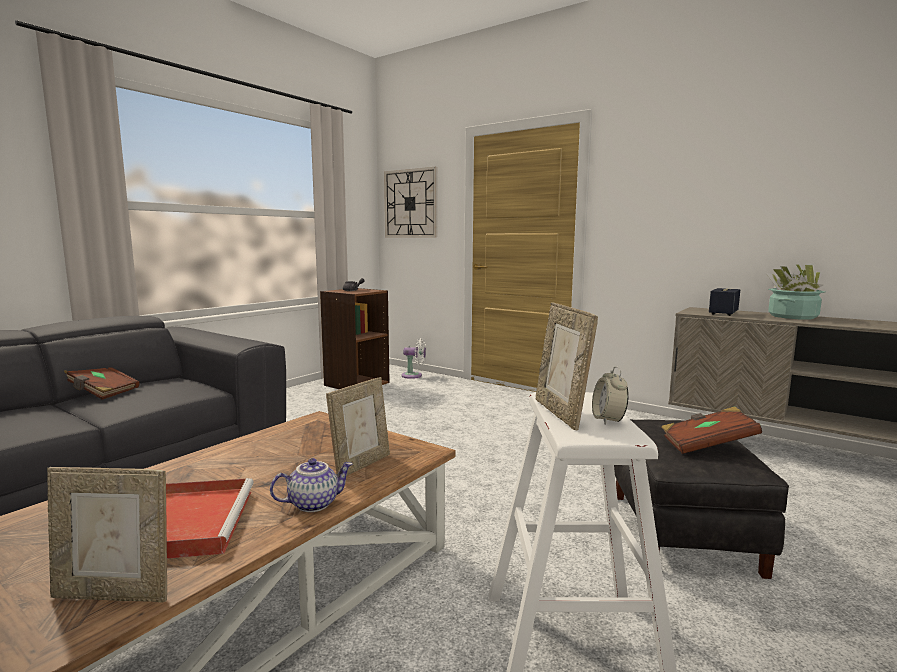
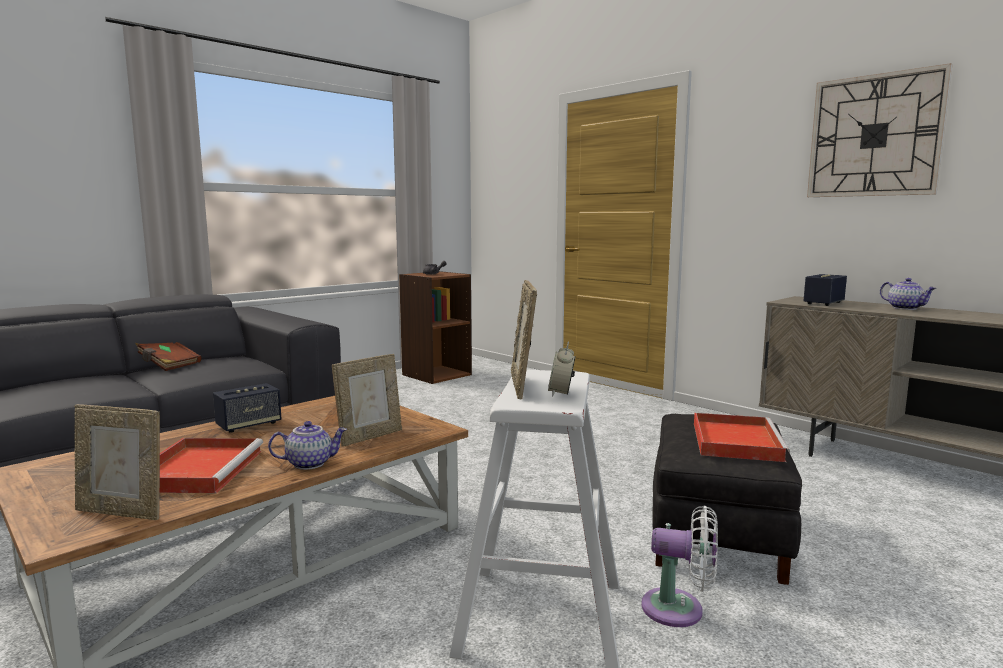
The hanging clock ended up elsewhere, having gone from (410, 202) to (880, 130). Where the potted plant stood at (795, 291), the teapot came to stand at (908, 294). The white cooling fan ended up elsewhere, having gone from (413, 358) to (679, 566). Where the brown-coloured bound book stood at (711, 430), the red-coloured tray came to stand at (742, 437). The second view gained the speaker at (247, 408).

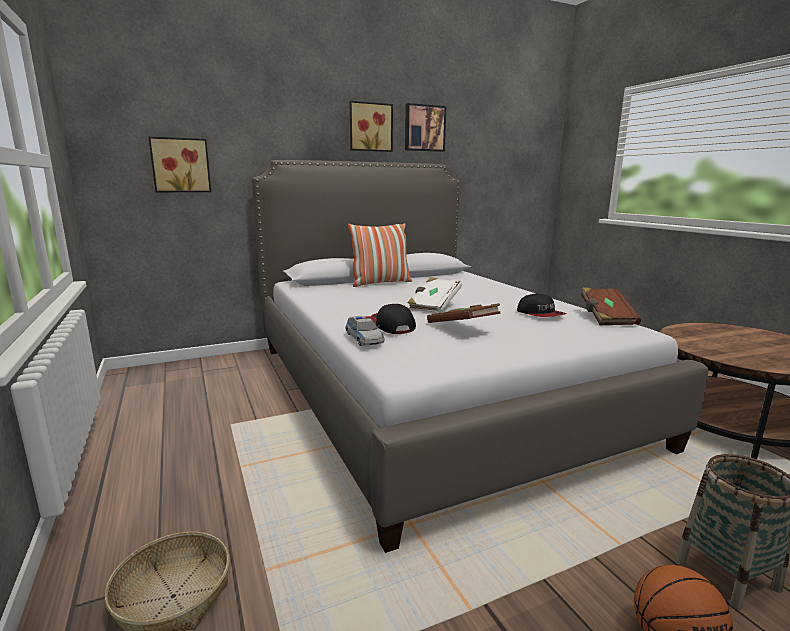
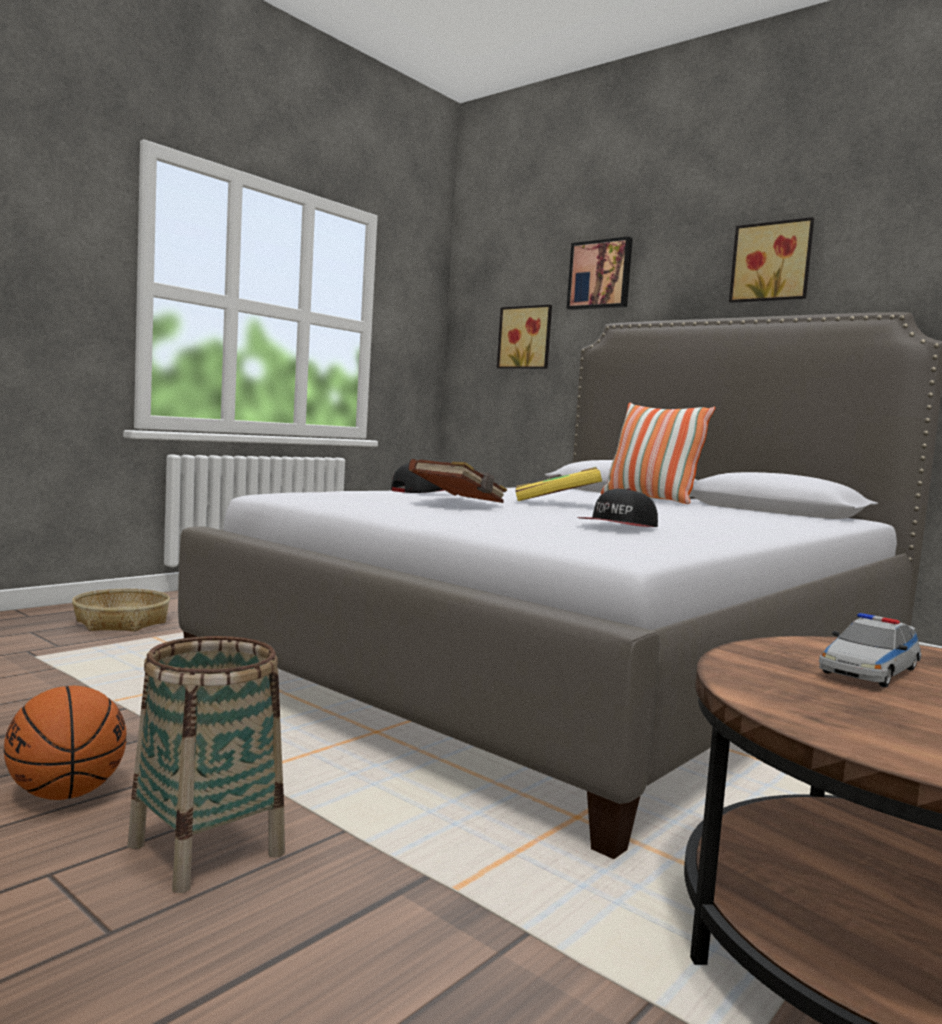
The picture ended up elsewhere, having gone from (425, 127) to (600, 273). What was the white bound book at (434, 295) turned into the yellowish bound book at (558, 484). The second view lost the brown-coloured bound book at (611, 306). The toy car ended up elsewhere, having gone from (365, 331) to (870, 650).

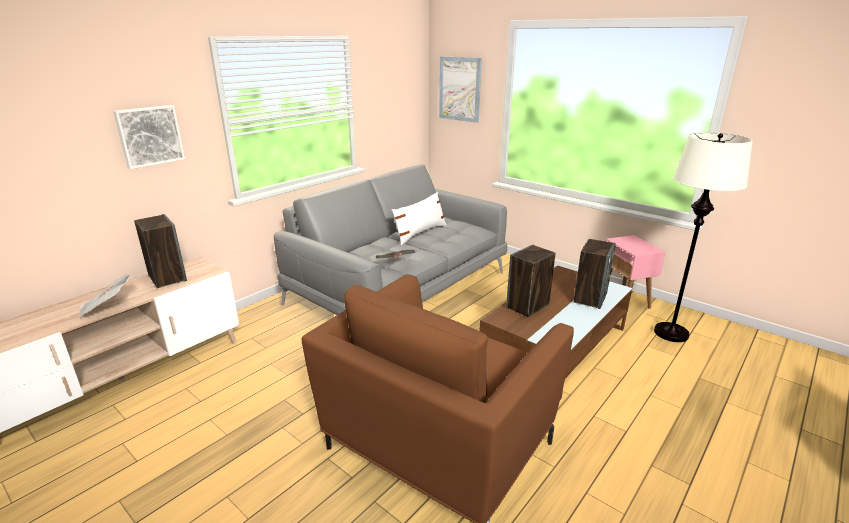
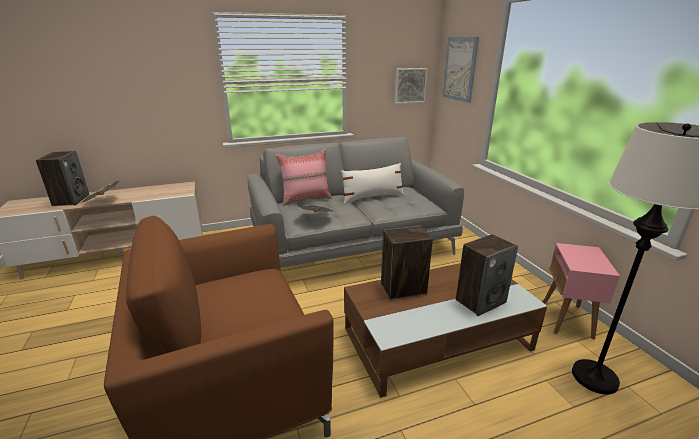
The picture ended up elsewhere, having gone from (149, 137) to (411, 86). The speaker ended up elsewhere, having gone from (160, 251) to (62, 178). The second view gained the pinkish throw pillow at (304, 177).

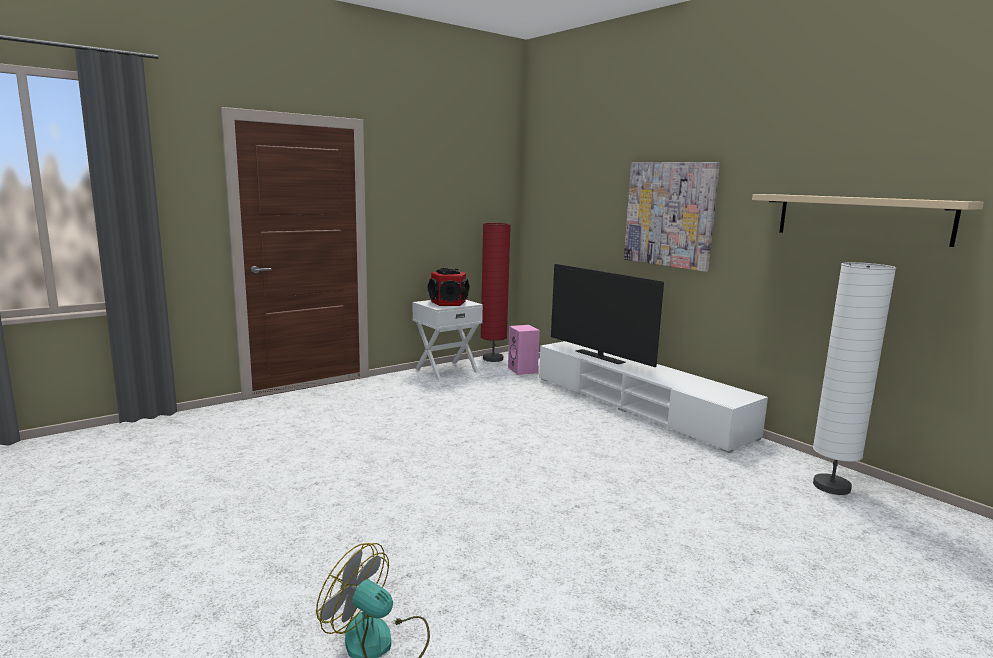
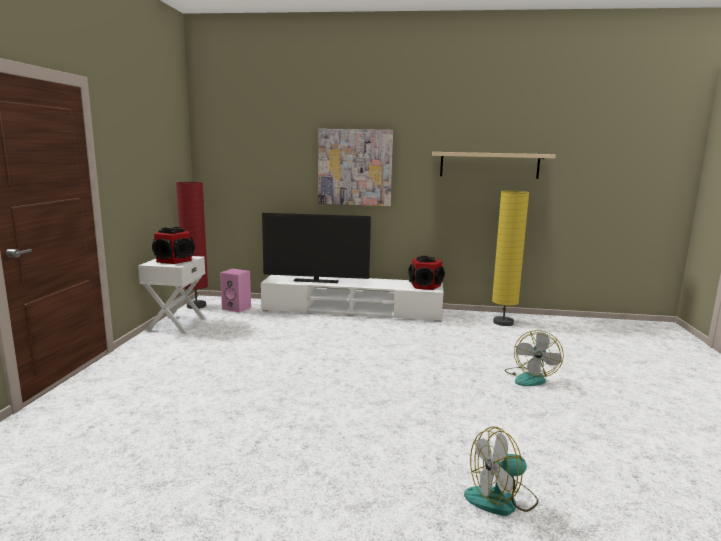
What was the white standing lamp at (854, 378) turned into the yellowish standing lamp at (510, 258). The second view gained the speaker at (426, 273). The second view gained the cooling fan at (534, 358).

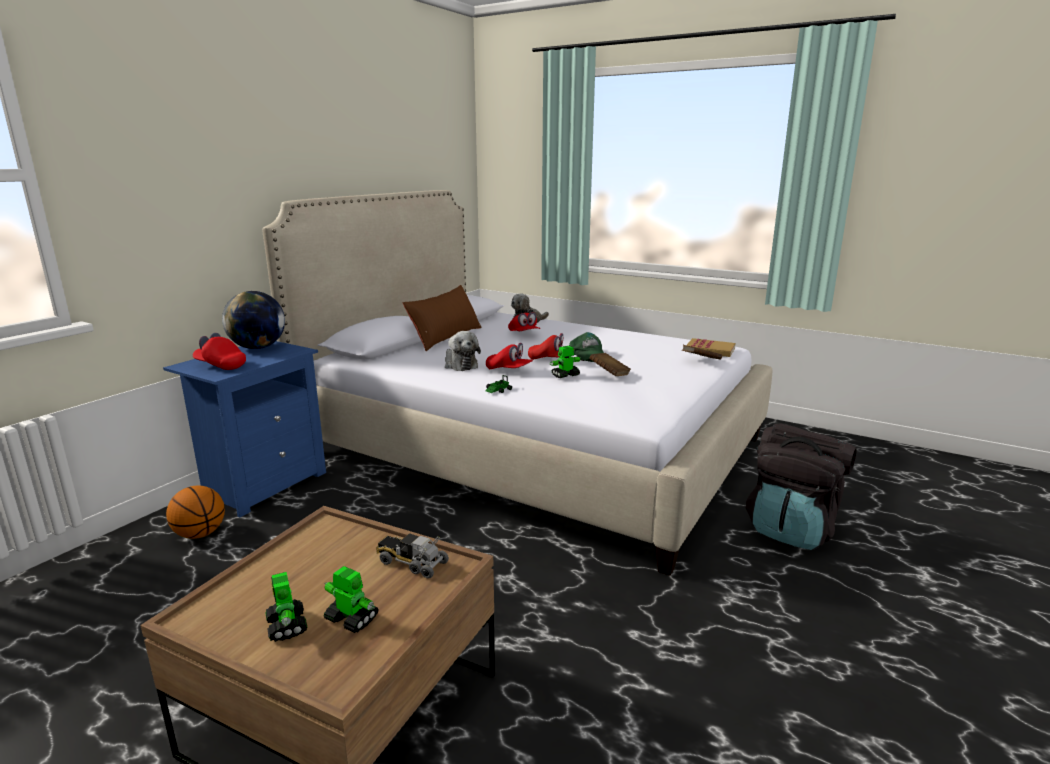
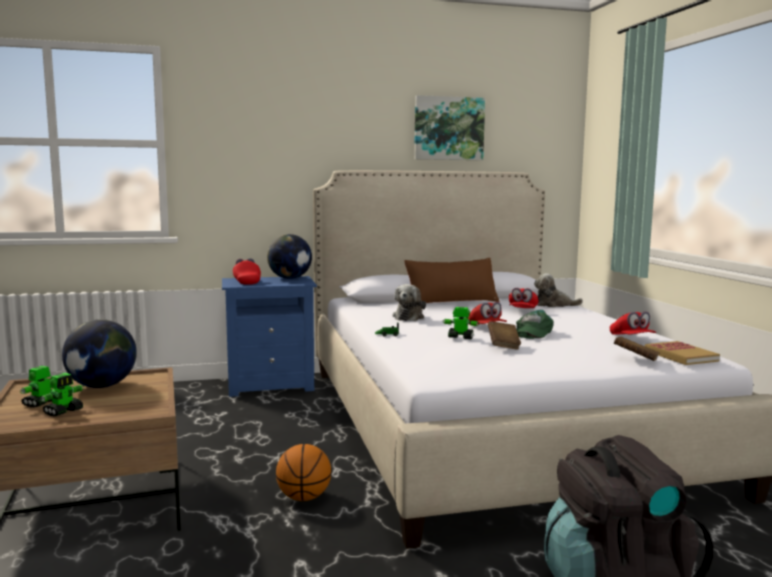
The red-coloured baseball cap ended up elsewhere, having gone from (509, 356) to (633, 323). The basketball ball ended up elsewhere, having gone from (195, 512) to (303, 472). The second view lost the toy truck at (412, 556). The model robot at (351, 599) ended up facing another way, 45 degrees clockwise from before. The second view gained the picture at (449, 127). The second view gained the desk globe at (99, 353).

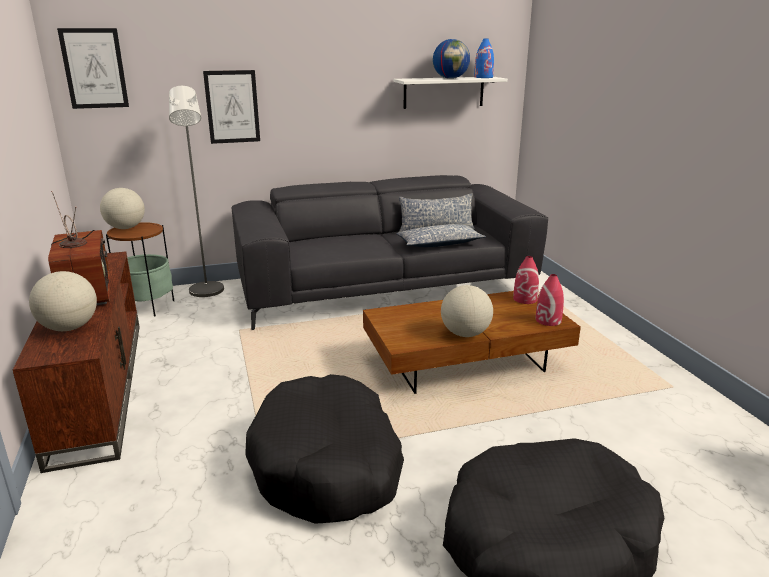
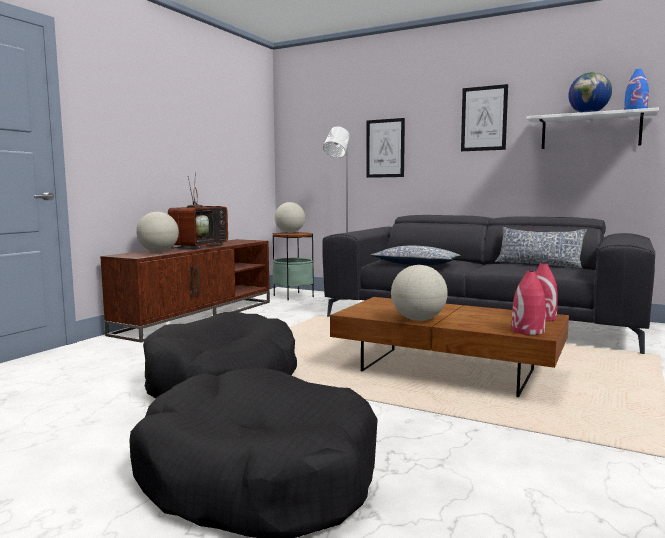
The picture ended up elsewhere, having gone from (93, 68) to (484, 117). The throw pillow ended up elsewhere, having gone from (441, 235) to (416, 255).

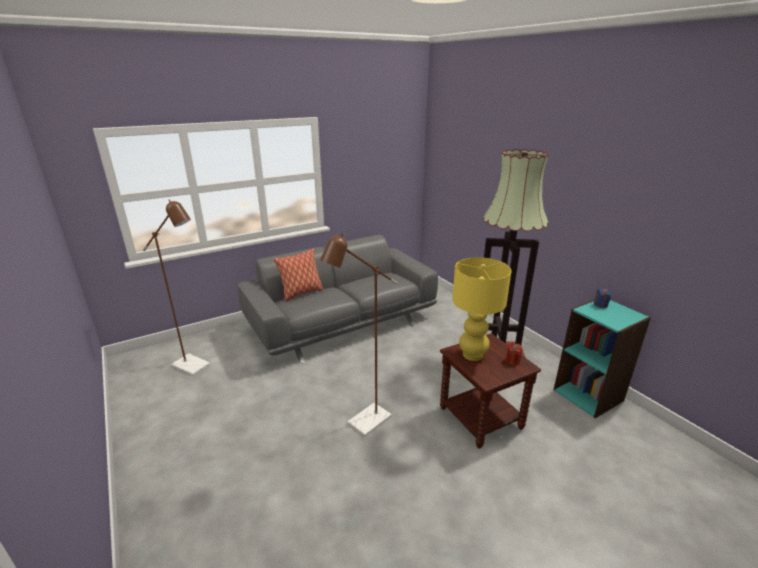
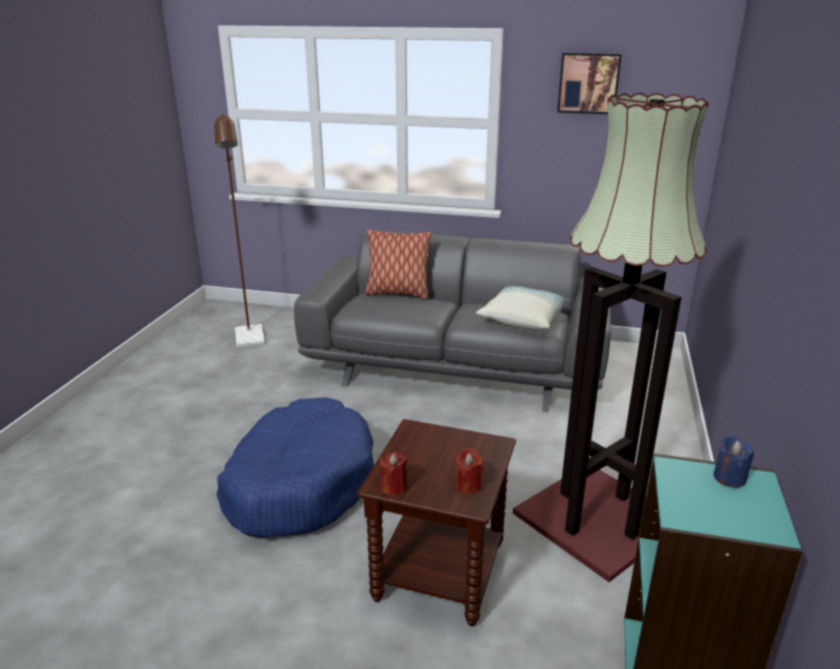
Where the brown-coloured standing lamp stood at (358, 335), the bluish pet bed came to stand at (295, 467). The second view lost the yellowish table lamp at (482, 309). The second view gained the picture at (589, 83). The second view gained the throw pillow at (523, 307). The second view gained the red-coloured wax candle at (393, 473).

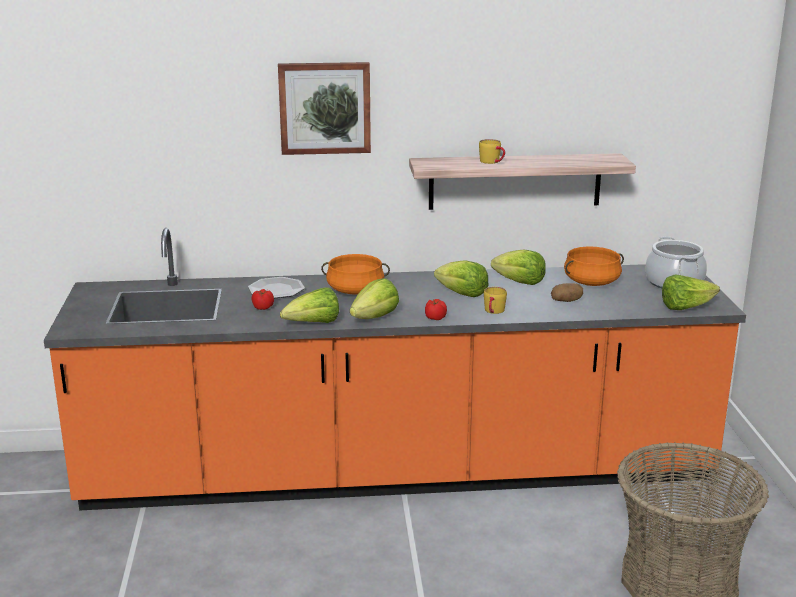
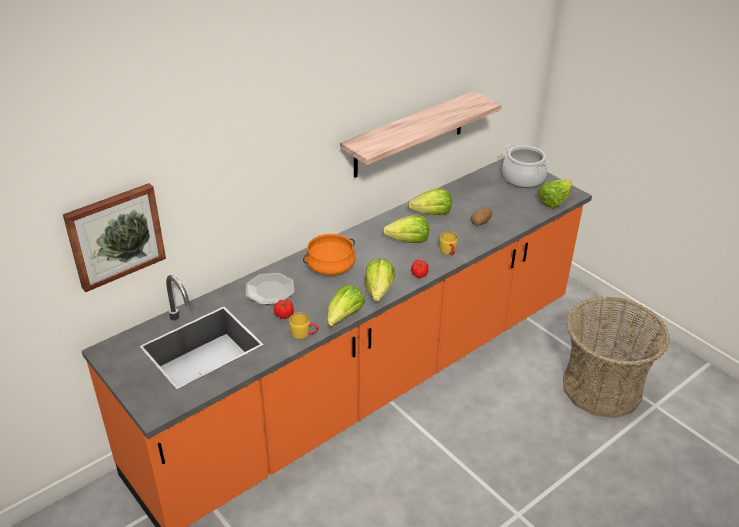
The picture ended up elsewhere, having gone from (324, 108) to (114, 237). The yellowish mug ended up elsewhere, having gone from (492, 151) to (304, 325). The second view lost the orangey cooking pot at (594, 266).

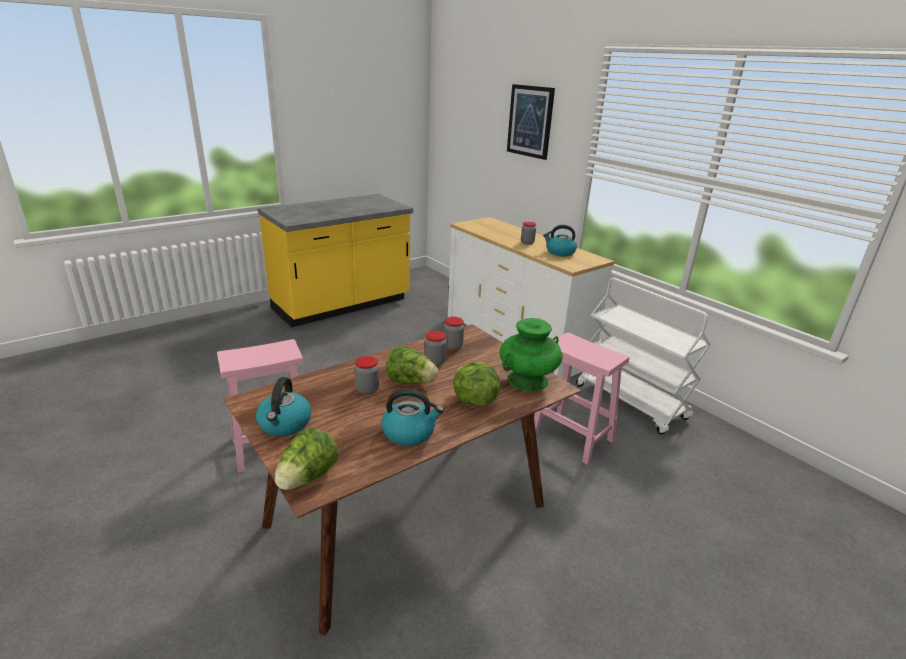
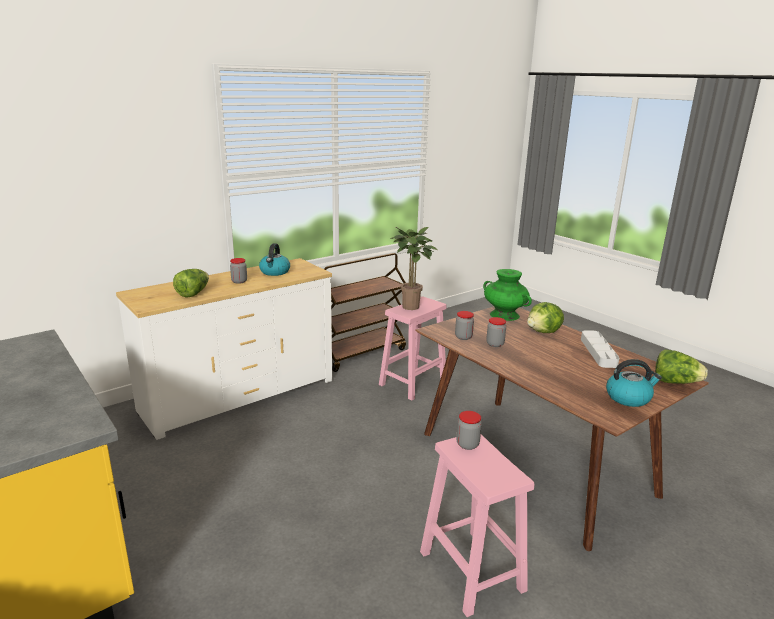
The second view lost the picture at (531, 122). What was the white wheeled cart at (643, 356) turned into the brown-coloured wheeled cart at (365, 312). The head of lettuce ended up elsewhere, having gone from (412, 365) to (191, 283). The jar ended up elsewhere, having gone from (367, 375) to (469, 430). Where the water kettle stood at (412, 417), the greyish tray came to stand at (600, 349). The second view gained the potted plant at (413, 268).

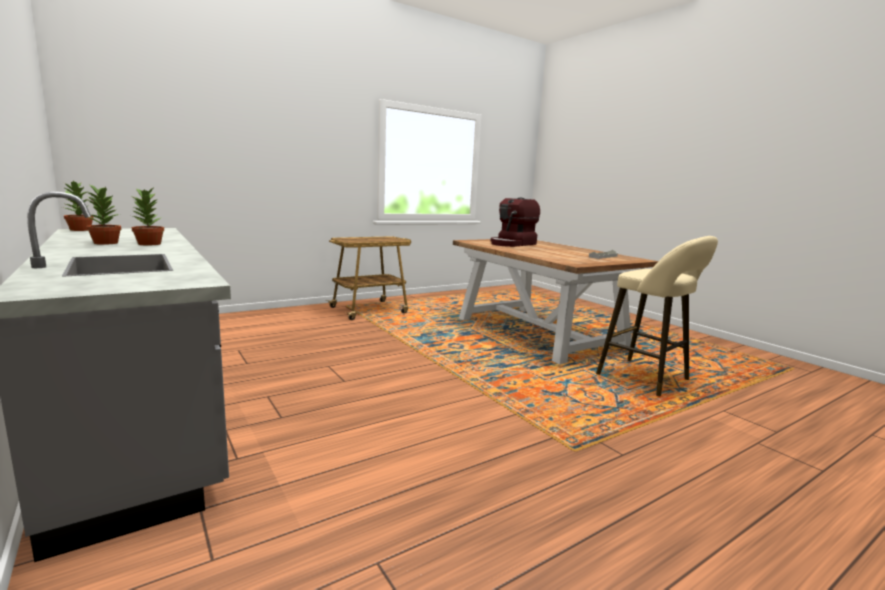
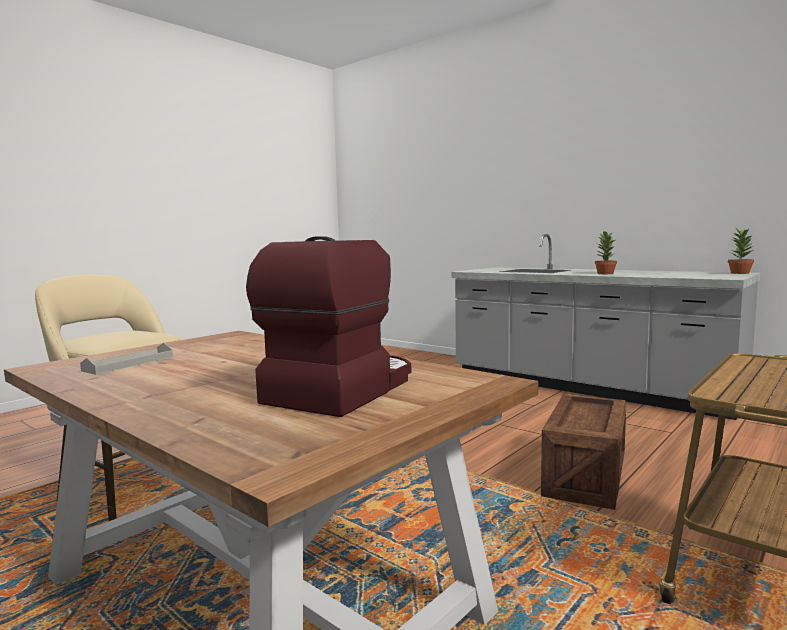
The second view lost the potted plant at (103, 214). The second view gained the shipping crate at (583, 452).

